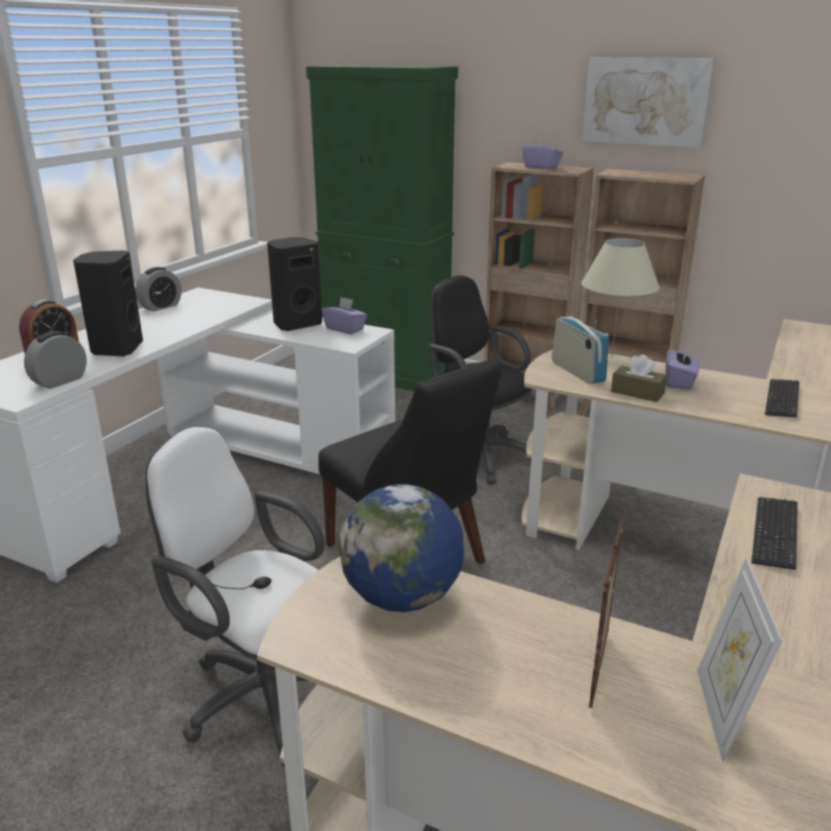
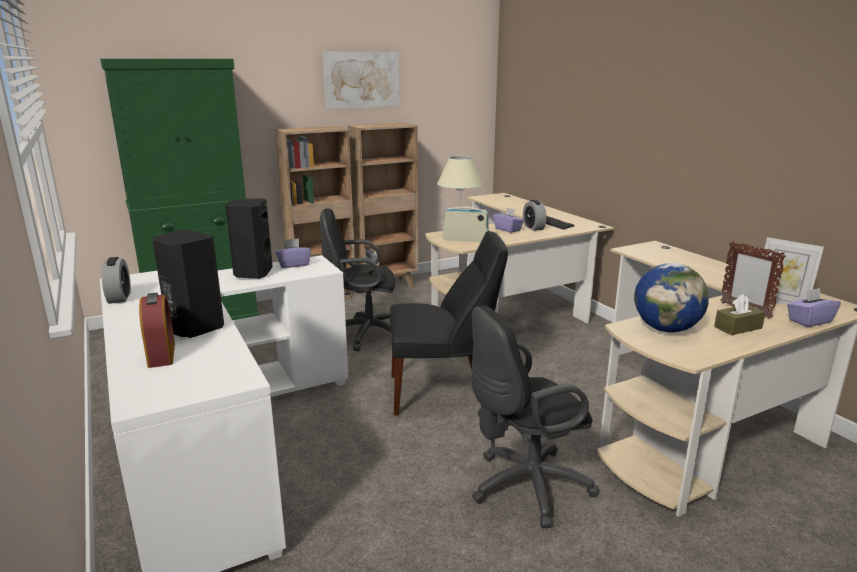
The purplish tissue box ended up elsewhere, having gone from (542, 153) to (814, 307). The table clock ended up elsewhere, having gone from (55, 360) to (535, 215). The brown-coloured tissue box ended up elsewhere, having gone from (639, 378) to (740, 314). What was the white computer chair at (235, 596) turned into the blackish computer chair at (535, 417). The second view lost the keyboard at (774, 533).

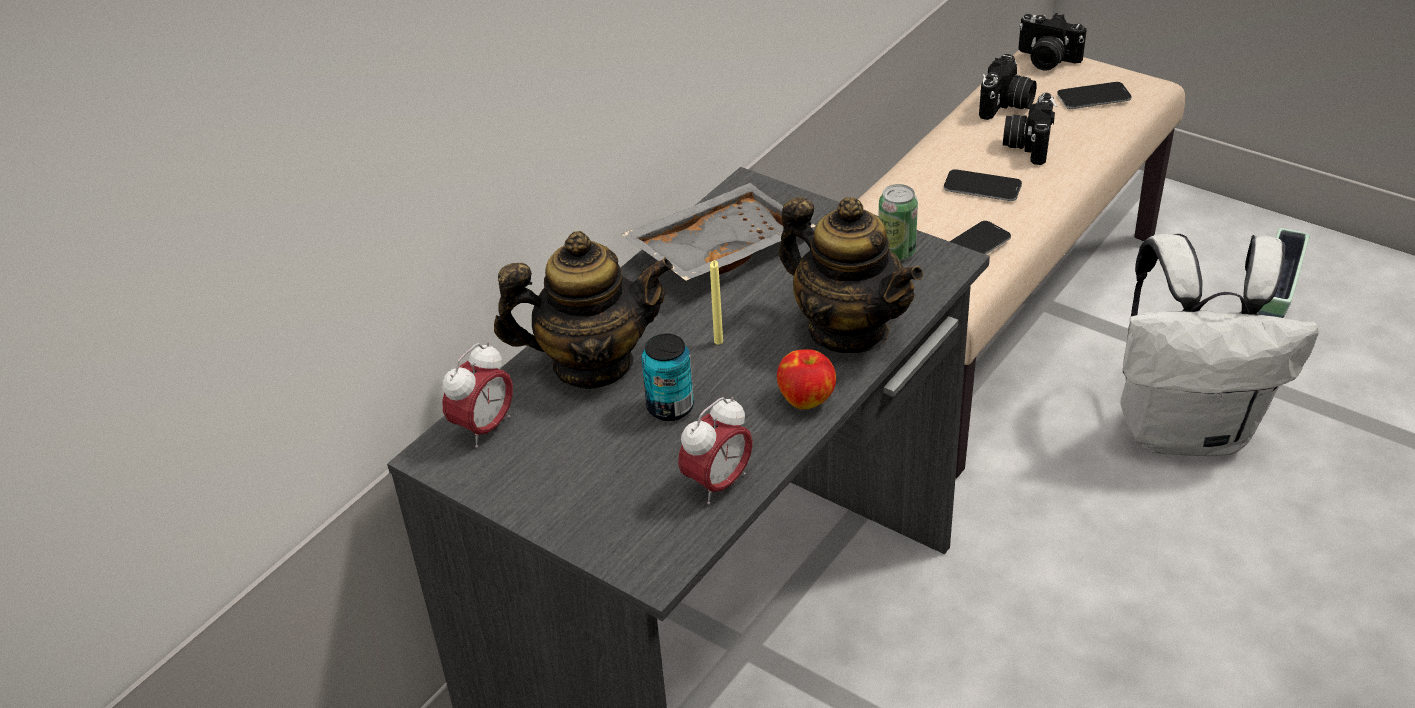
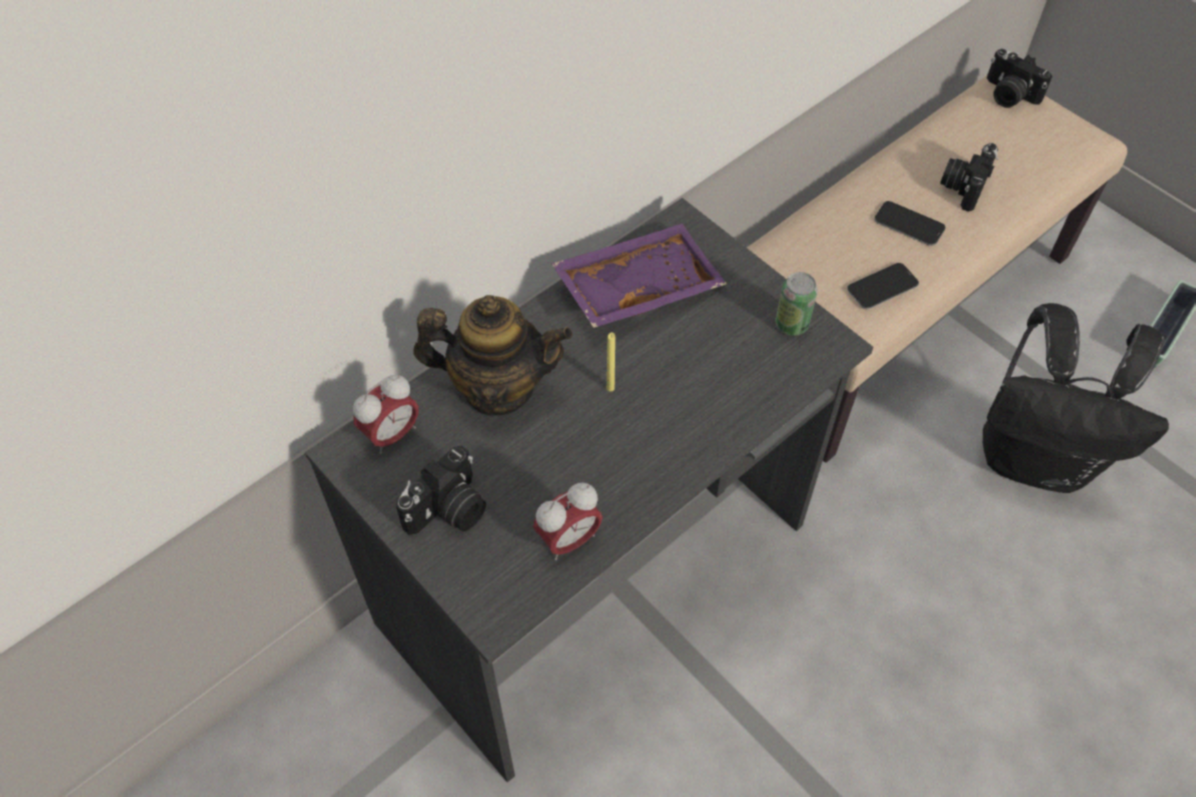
The photo camera ended up elsewhere, having gone from (1008, 87) to (441, 490). The second view lost the telephone at (1094, 95). What was the greyish tray at (718, 232) turned into the purplish tray at (639, 276). The second view lost the teapot at (851, 275). What was the white knapsack at (1219, 345) turned into the blackish knapsack at (1076, 398). The second view lost the can at (667, 377). The second view lost the apple at (806, 379).

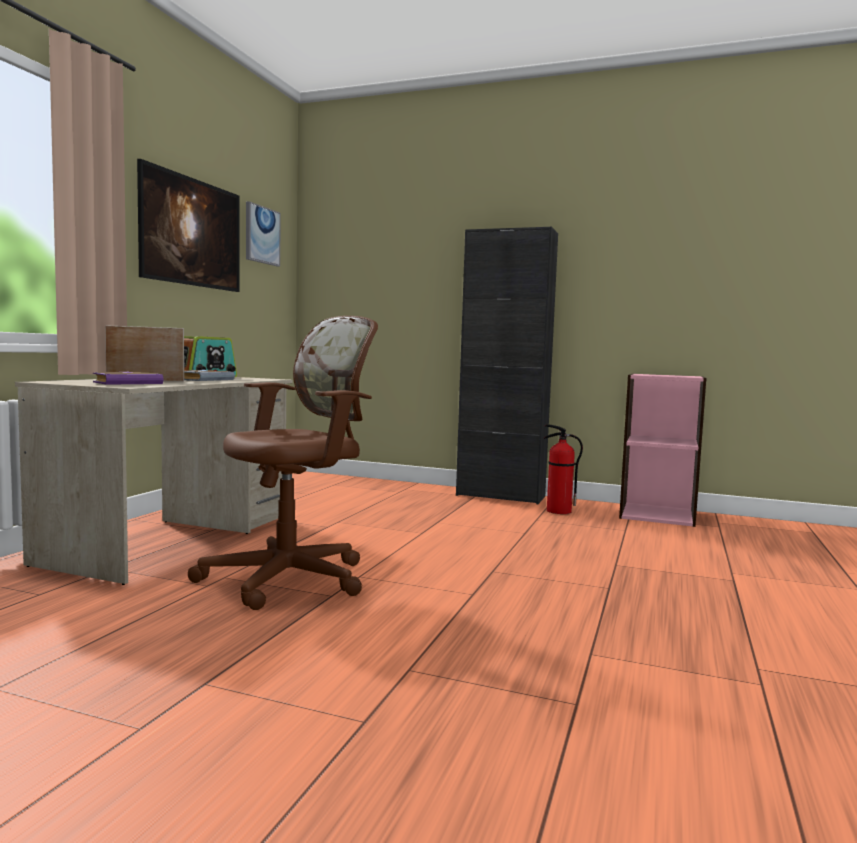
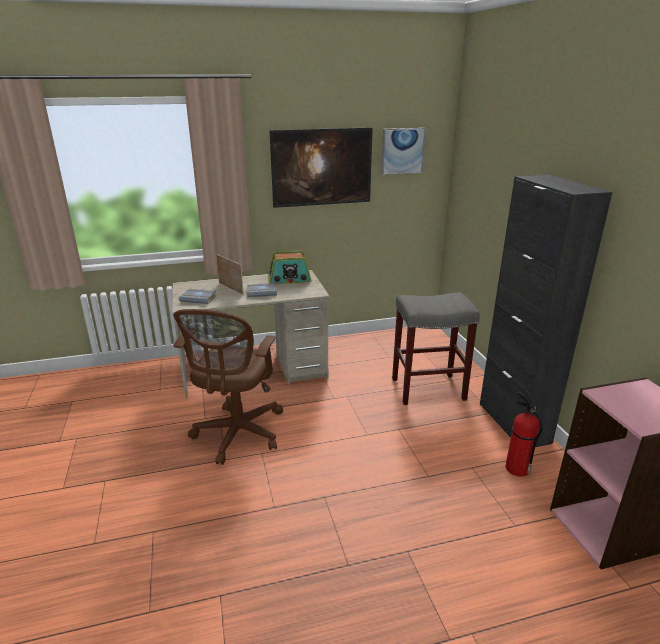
The brown-coloured computer chair at (283, 463) ended up facing another way, 90 degrees clockwise from before. What was the purplish bound book at (128, 378) turned into the greyish bound book at (198, 296). The second view gained the greyish stool seat at (436, 349).

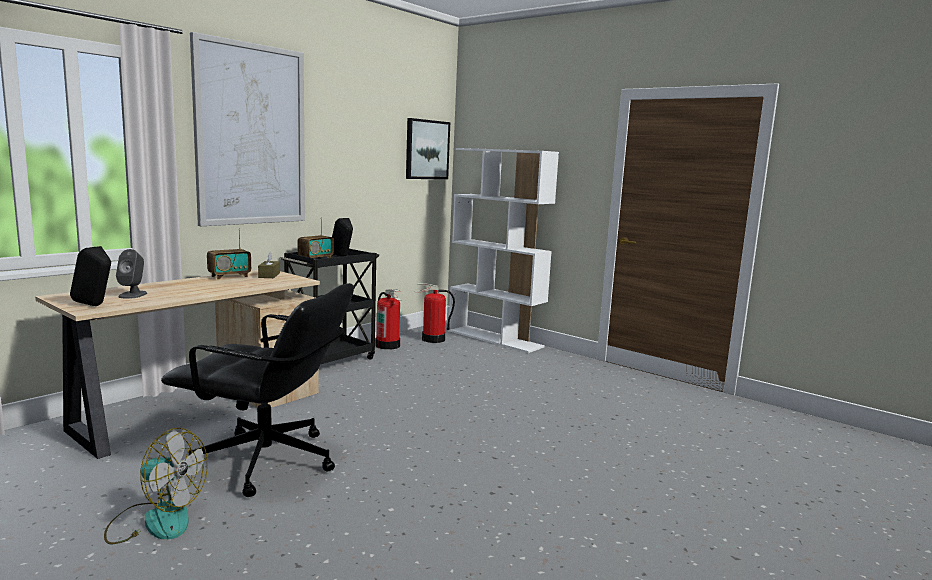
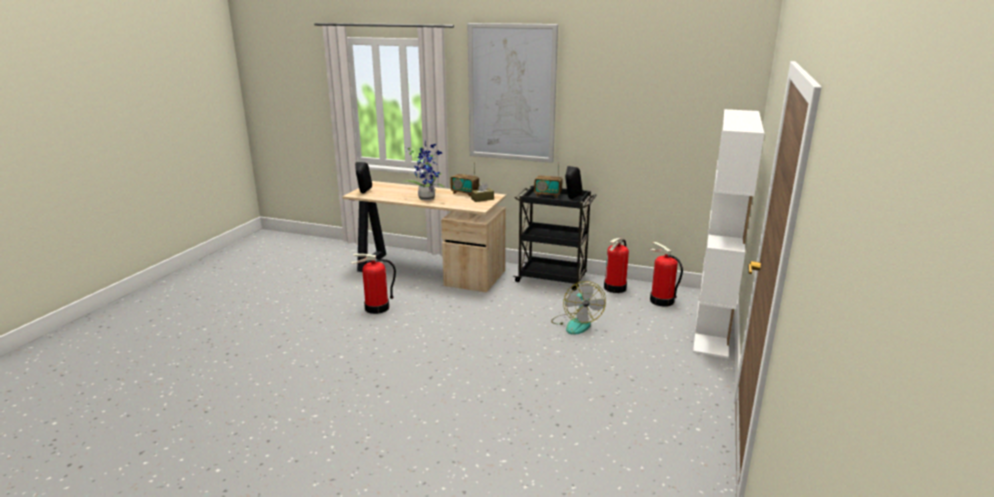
The second view lost the picture at (428, 148). The second view lost the greyish speaker at (131, 274). Where the blackish computer chair stood at (257, 390), the fire extinguisher came to stand at (373, 284). The cooling fan ended up elsewhere, having gone from (156, 486) to (578, 307). The second view gained the potted plant at (423, 170).

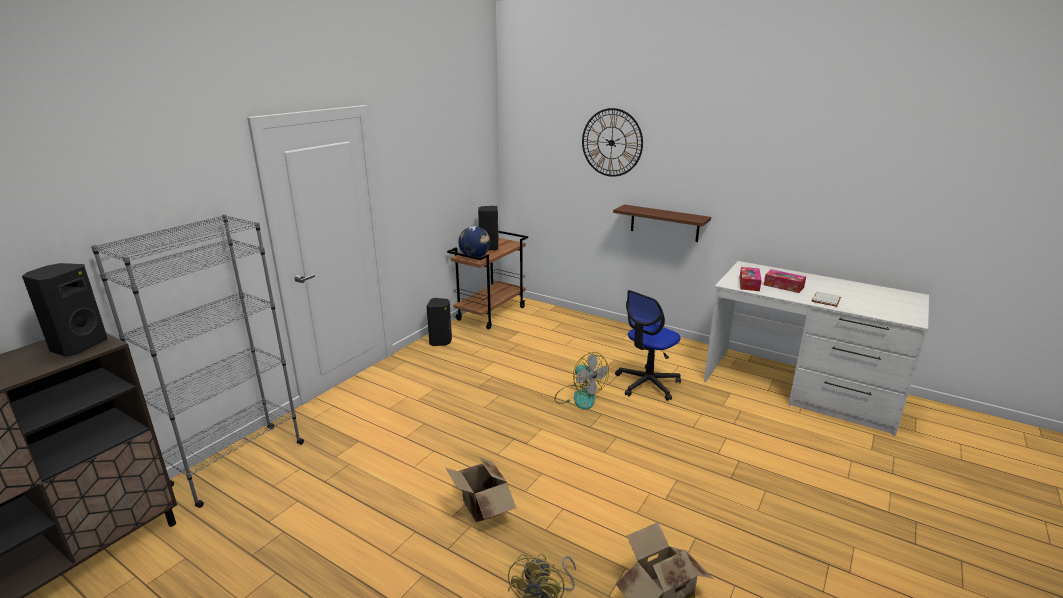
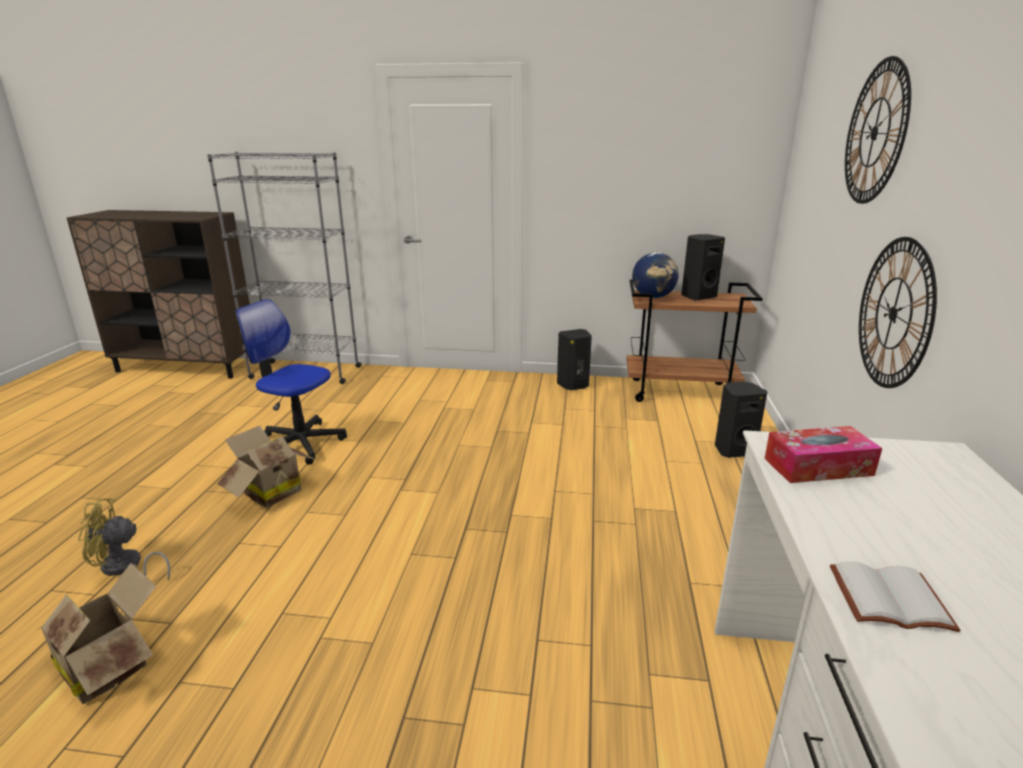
Where the brown-coloured bracket shelf hung at (662, 223), the hanging clock came to hang at (898, 312). The blackish speaker ended up elsewhere, having gone from (64, 310) to (741, 420). The second view lost the tissue box at (785, 281). The computer chair ended up elsewhere, having gone from (648, 345) to (291, 382). The second view lost the cooling fan at (582, 381).

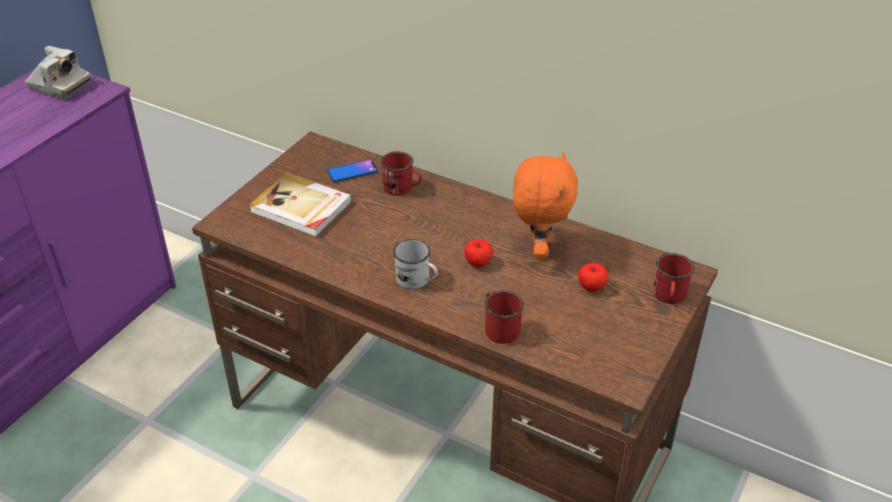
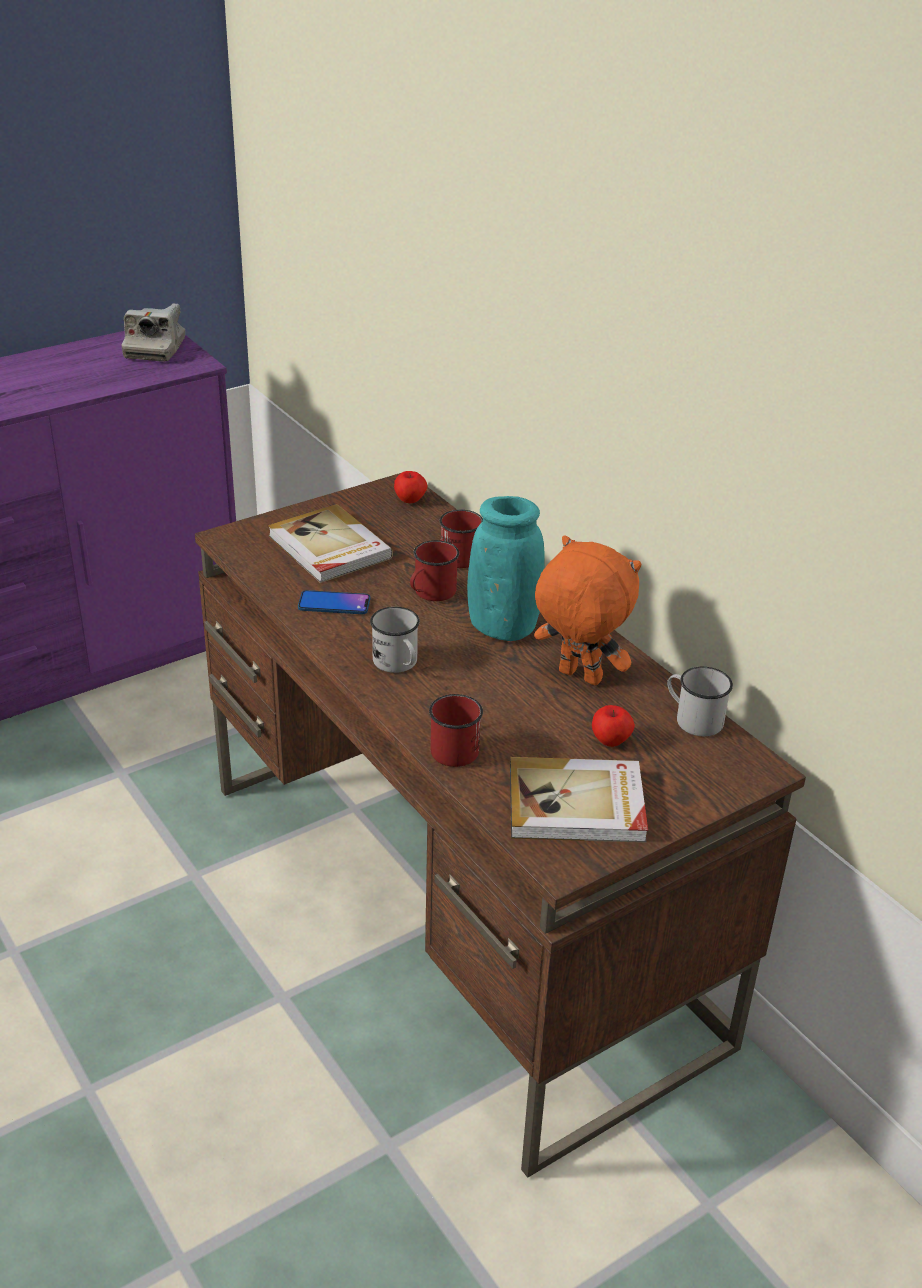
The photo camera at (58, 72) ended up facing another way, 45 degrees clockwise from before. The orangey cuddly toy at (545, 205) ended up facing another way, 90 degrees counterclockwise from before. The telephone ended up elsewhere, having gone from (352, 171) to (334, 602). The apple ended up elsewhere, having gone from (478, 253) to (411, 487). The red-coloured mug ended up elsewhere, having gone from (673, 278) to (434, 570). The second view gained the blue-green decorative vase at (506, 568). The second view gained the white mug at (700, 701). The second view gained the bound book at (579, 800).

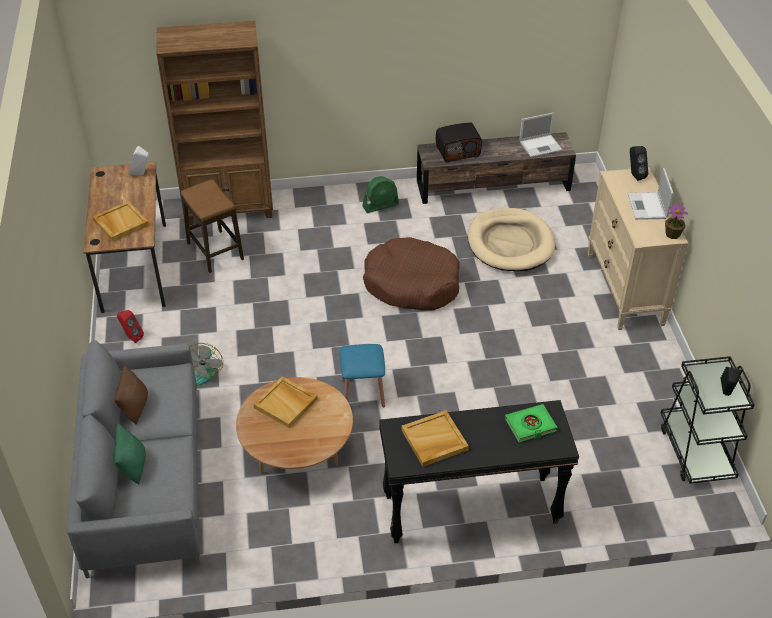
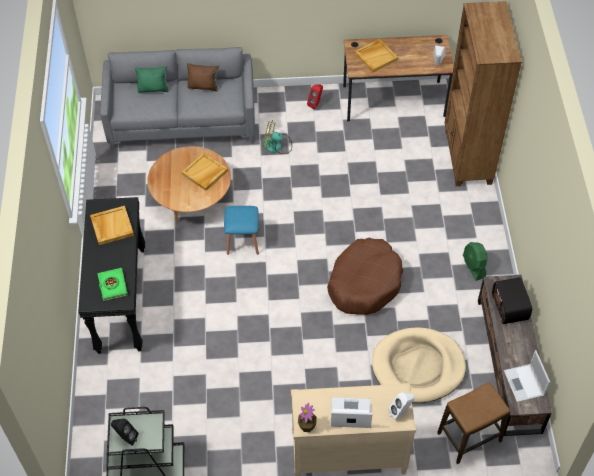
What was the blackish speaker at (639, 163) turned into the white speaker at (401, 407). The stool seat ended up elsewhere, having gone from (212, 226) to (473, 423).

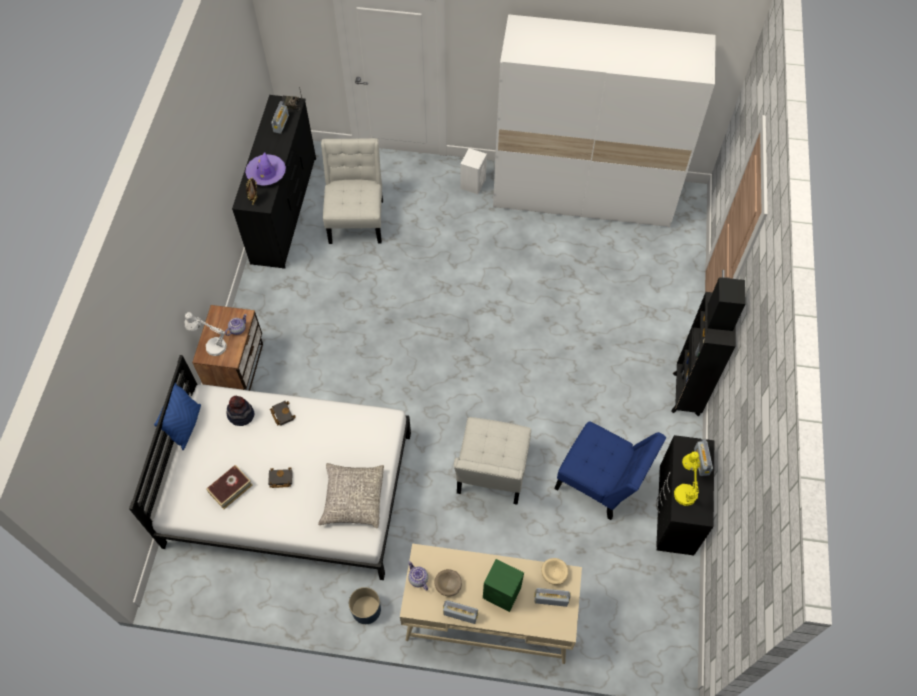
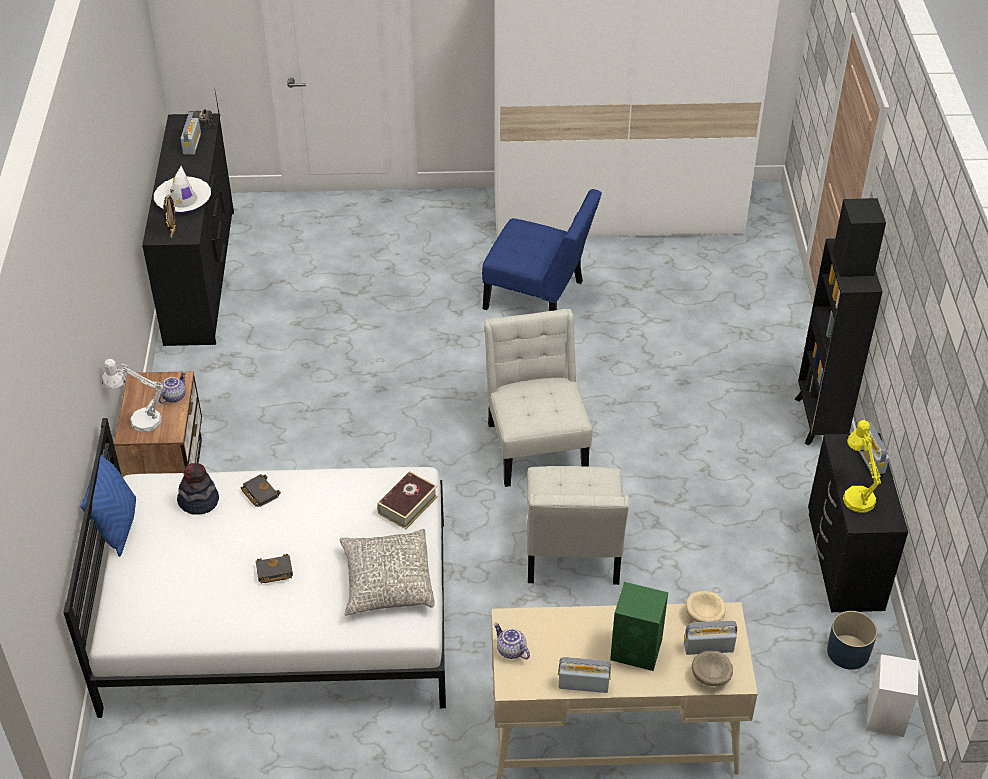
The white chair ended up elsewhere, having gone from (352, 191) to (538, 398). The white speaker ended up elsewhere, having gone from (473, 171) to (893, 695). What was the purplish hat at (265, 169) turned into the white hat at (182, 189). The bluish chair ended up elsewhere, having gone from (610, 470) to (542, 250). The bound book ended up elsewhere, having gone from (229, 487) to (407, 500). The beige bowl ended up elsewhere, having gone from (448, 582) to (712, 668). The bluish flower pot ended up elsewhere, having gone from (365, 605) to (852, 640).

